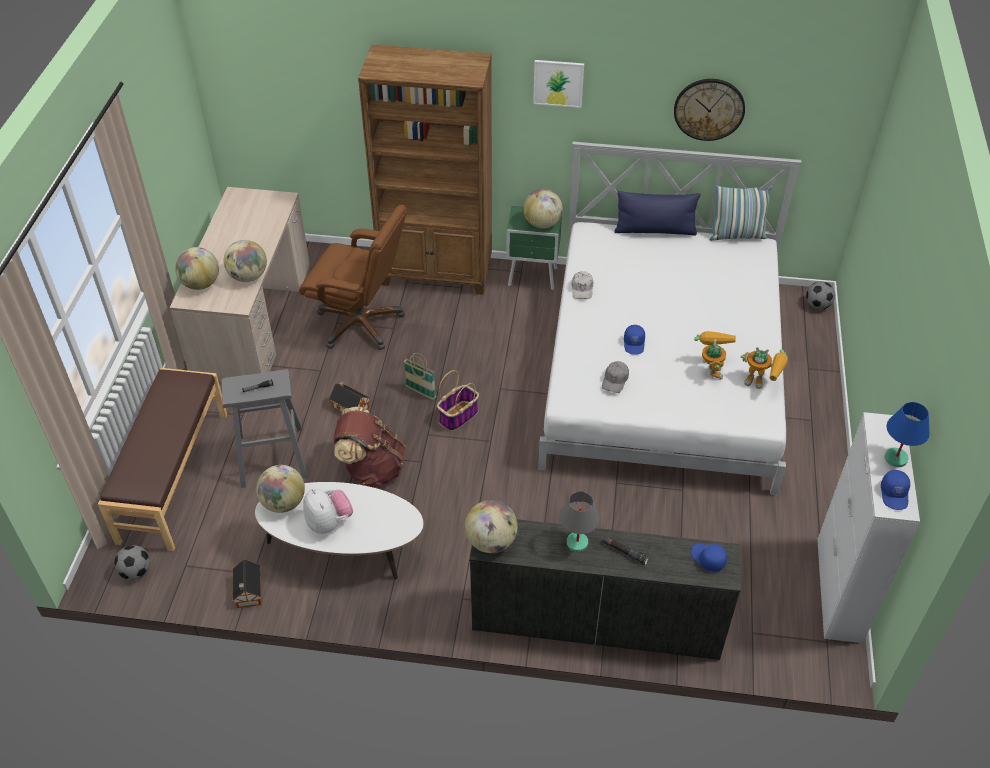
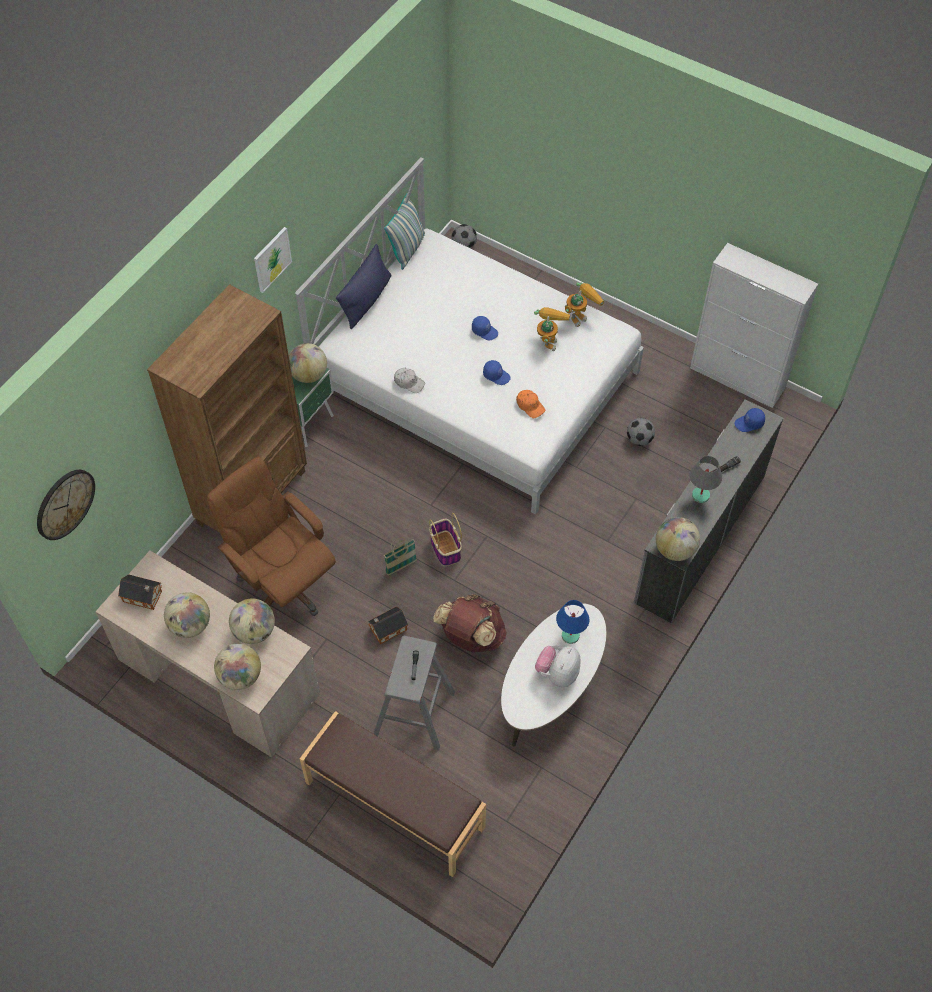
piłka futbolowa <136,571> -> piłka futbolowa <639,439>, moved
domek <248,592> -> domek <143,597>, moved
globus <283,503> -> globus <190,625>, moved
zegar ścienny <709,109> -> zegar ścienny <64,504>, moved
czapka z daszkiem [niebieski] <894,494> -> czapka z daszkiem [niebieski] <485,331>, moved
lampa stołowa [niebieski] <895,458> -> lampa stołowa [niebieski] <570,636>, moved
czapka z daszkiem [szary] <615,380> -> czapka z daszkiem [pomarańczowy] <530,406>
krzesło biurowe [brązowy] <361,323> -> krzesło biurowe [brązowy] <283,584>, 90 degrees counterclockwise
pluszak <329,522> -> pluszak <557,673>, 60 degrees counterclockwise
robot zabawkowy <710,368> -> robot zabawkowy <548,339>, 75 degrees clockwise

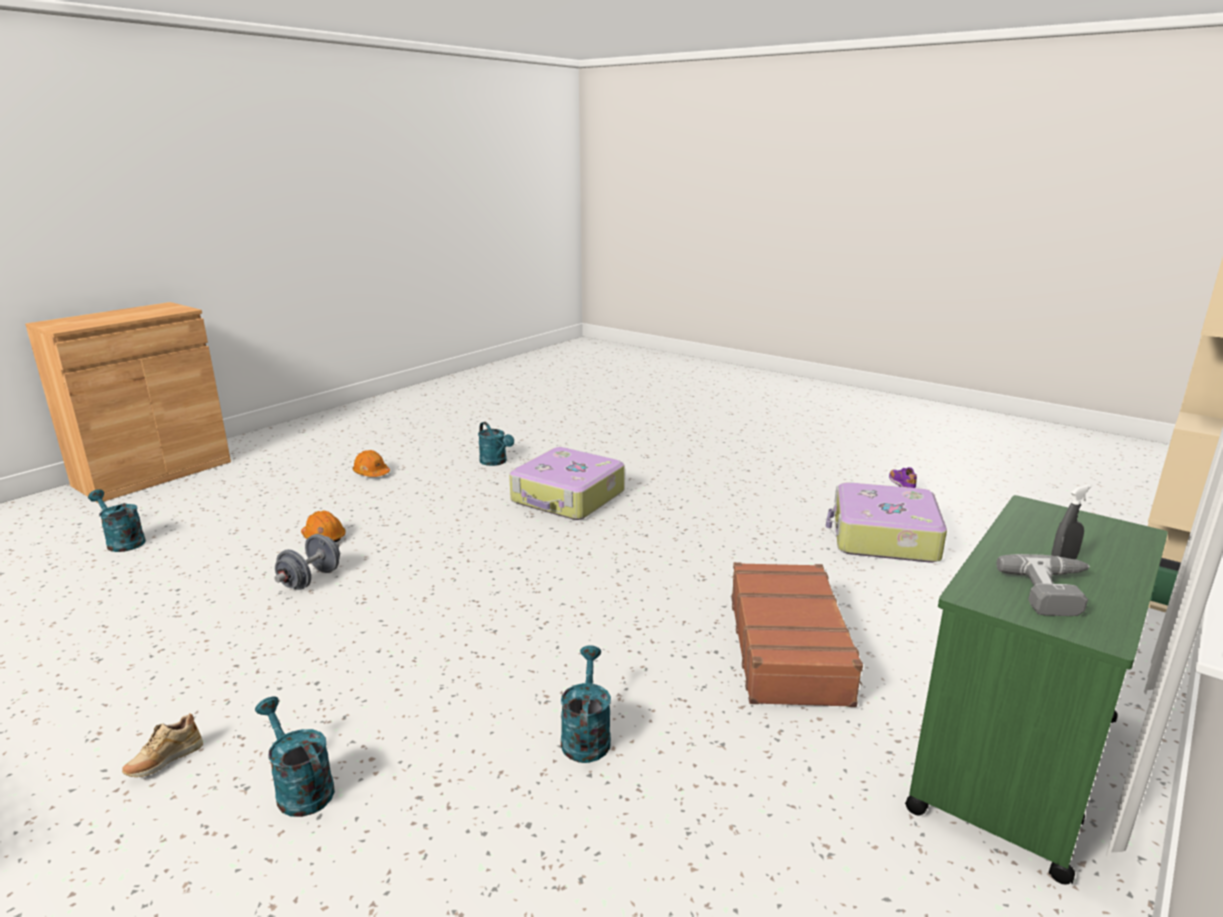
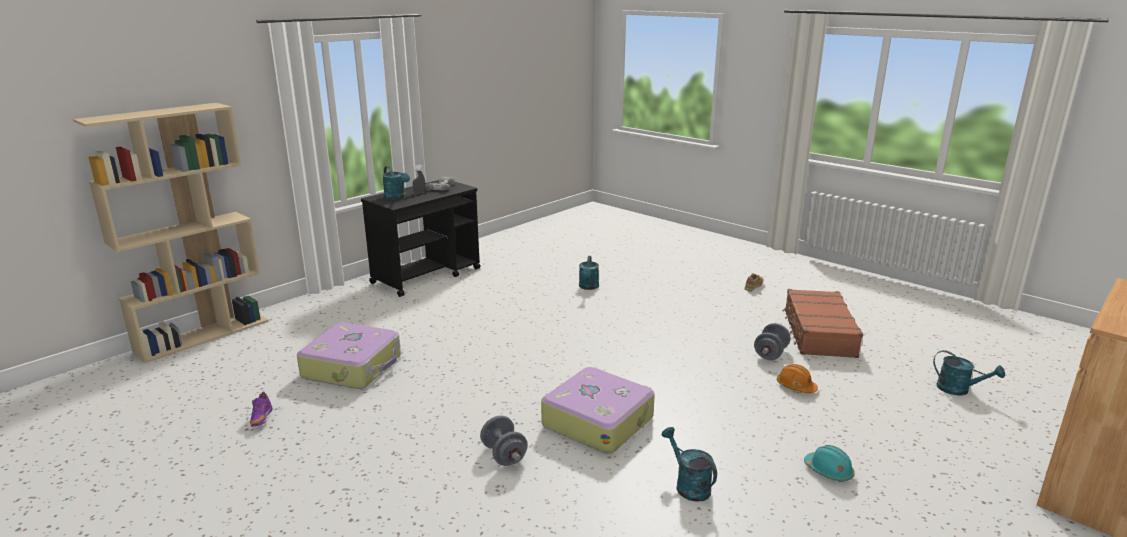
none -> hantel [szary] <504,455>
konewka [turkusowy] <300,788> -> konewka [turkusowy] <397,197>, moved
walizka [brązowy] <789,648> -> walizka [brązowy] <818,333>, moved
kask [pomarańczowy] <371,473> -> kask [turkusowy] <828,471>
wózek [zielony] <1015,763> -> wózek [czarny] <427,275>

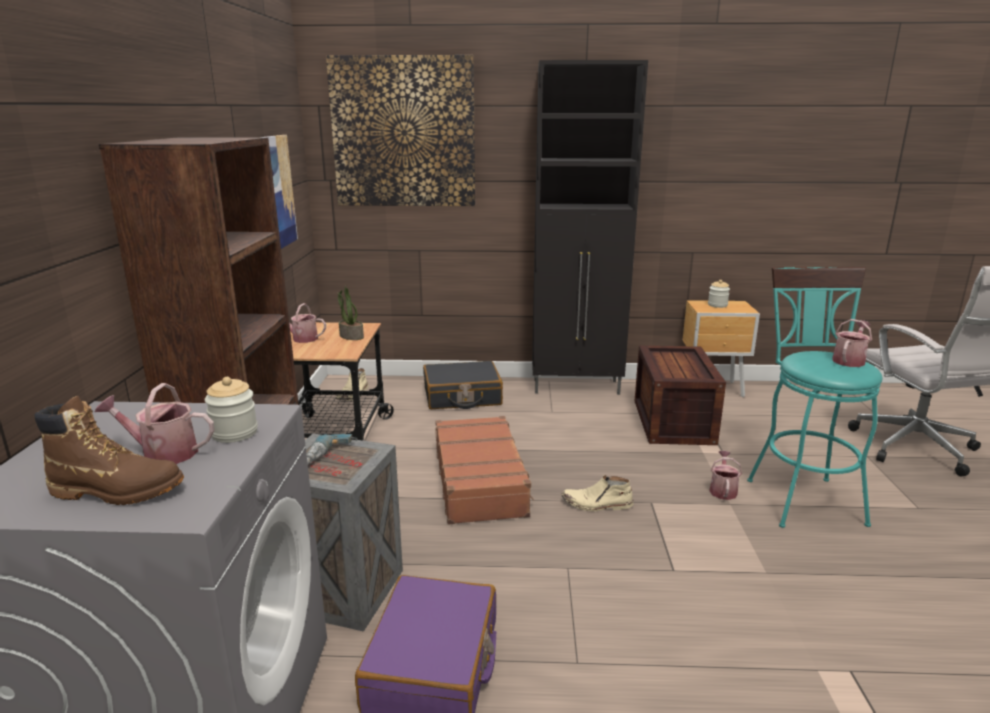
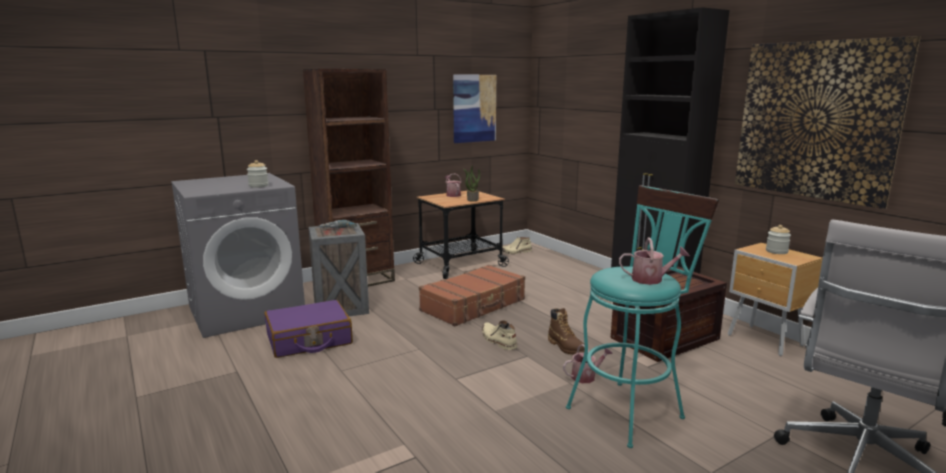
konewka <163,453> -> none
walizka [czarny] <462,397> -> none
but z cholewką [brązowy] <117,491> -> but z cholewką [brązowy] <566,347>, moved
obraz <403,133> -> obraz <816,120>, moved

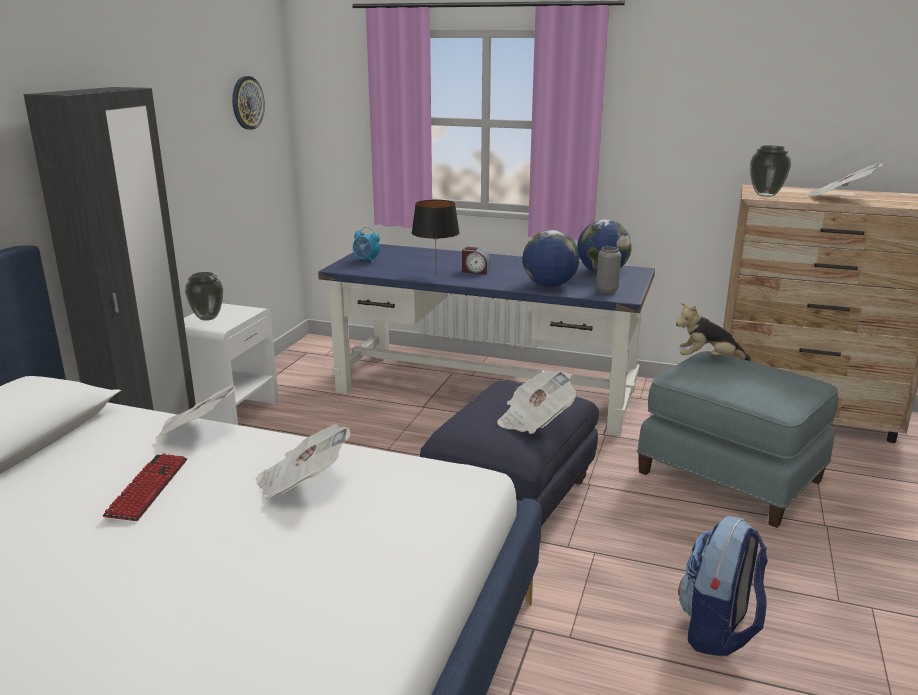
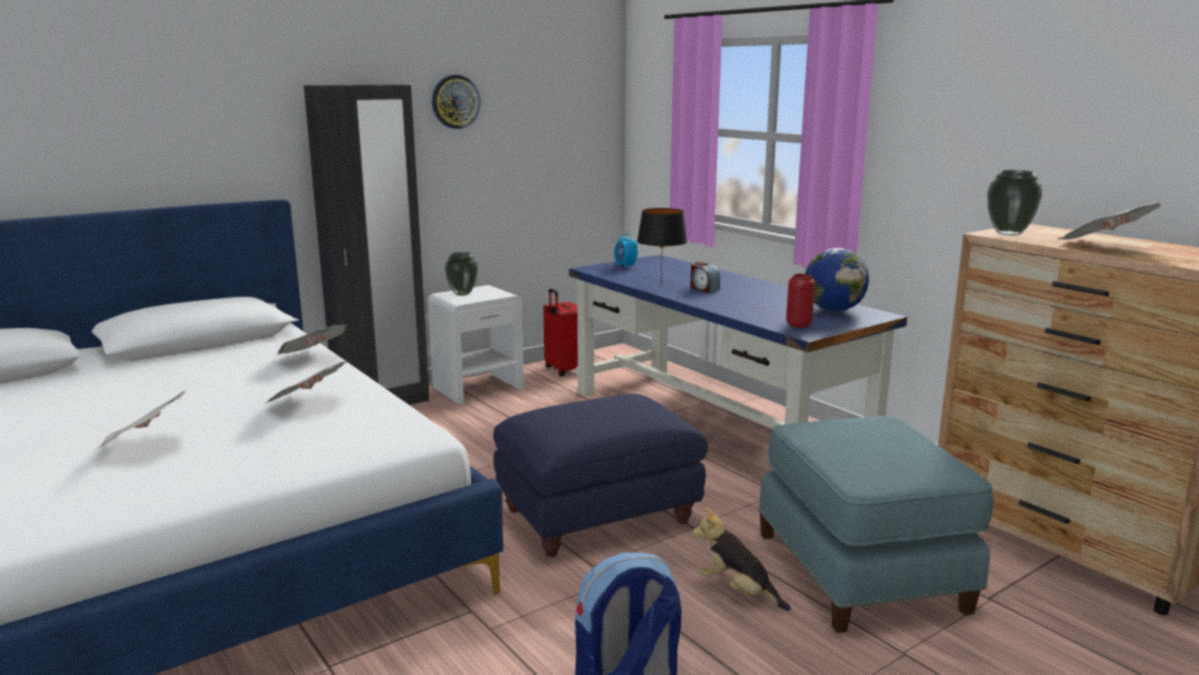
klawiatura <148,488> -> none
globus <549,285> -> none
none -> walizka [czerwony] <563,370>
zegar ścienny <247,103> -> zegar ścienny <455,102>, moved
gazeta <534,420> -> gazeta <143,443>, moved
pluszak <708,360> -> pluszak <738,591>, moved
wazon [szary] <607,291> -> wazon [czerwony] <798,325>

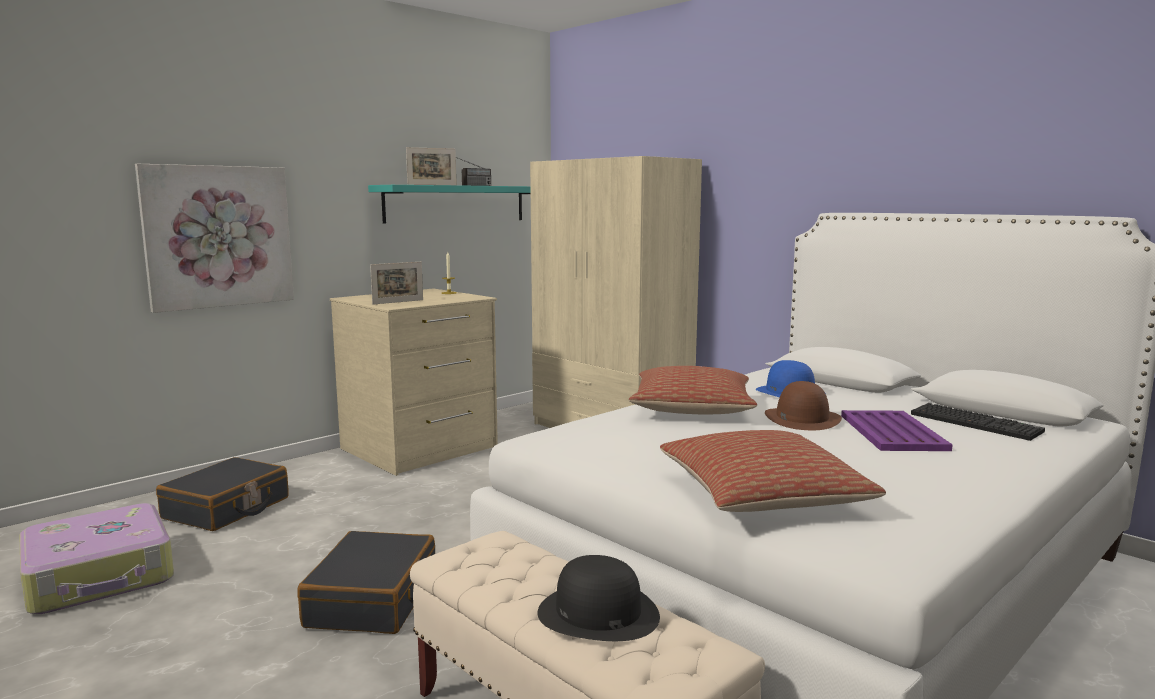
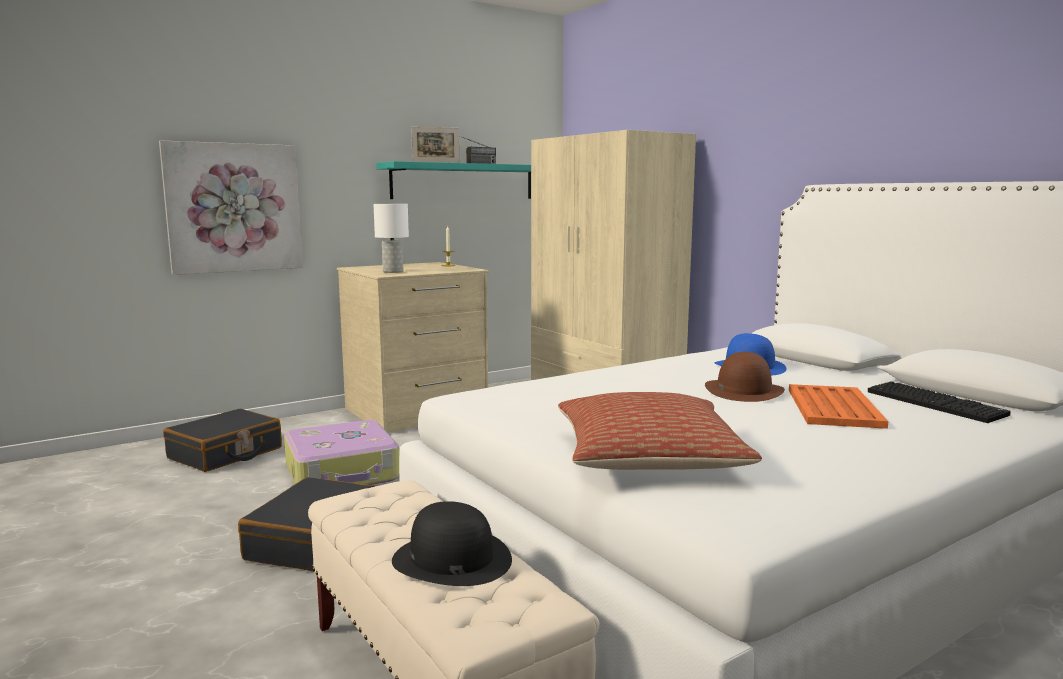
poduszka <692,409> -> none
walizka <101,576> -> walizka <343,473>, moved
ramka na zdjęcie <398,302> -> lampa stołowa [biały] <393,271>
taca [fioletowy] <892,432> -> taca [pomarańczowy] <833,408>

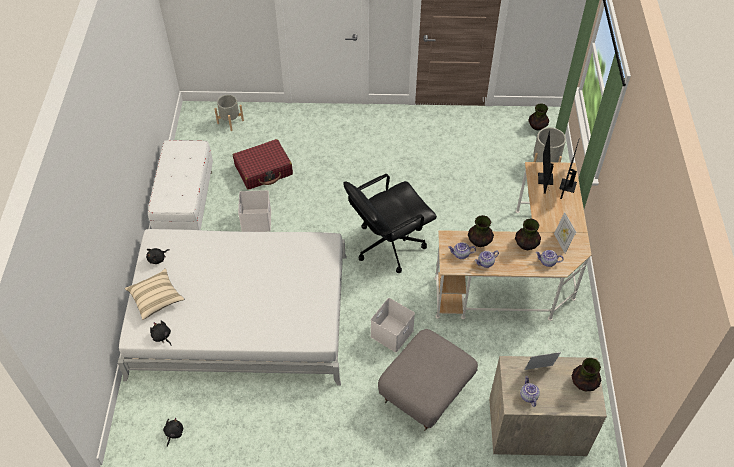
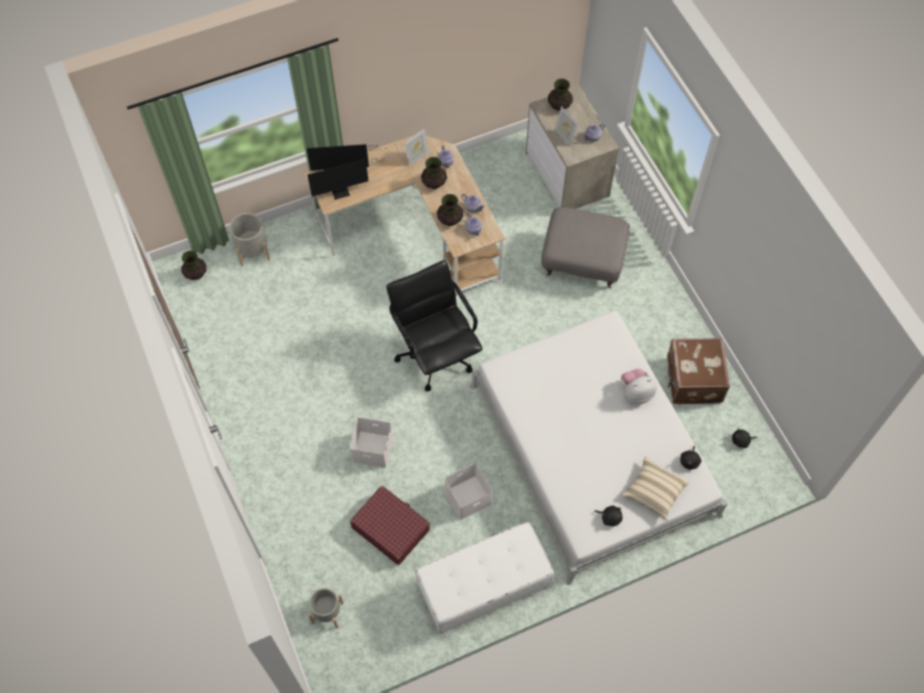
none -> pluszak <635,393>
none -> walizka [brązowy] <692,380>
pojemnik do przechowywania [biały] <391,332> -> pojemnik do przechowywania [biały] <371,450>, moved
krzesło biurowe [czarny] <388,245> -> krzesło biurowe [czarny] <435,354>, 150 degrees counterclockwise

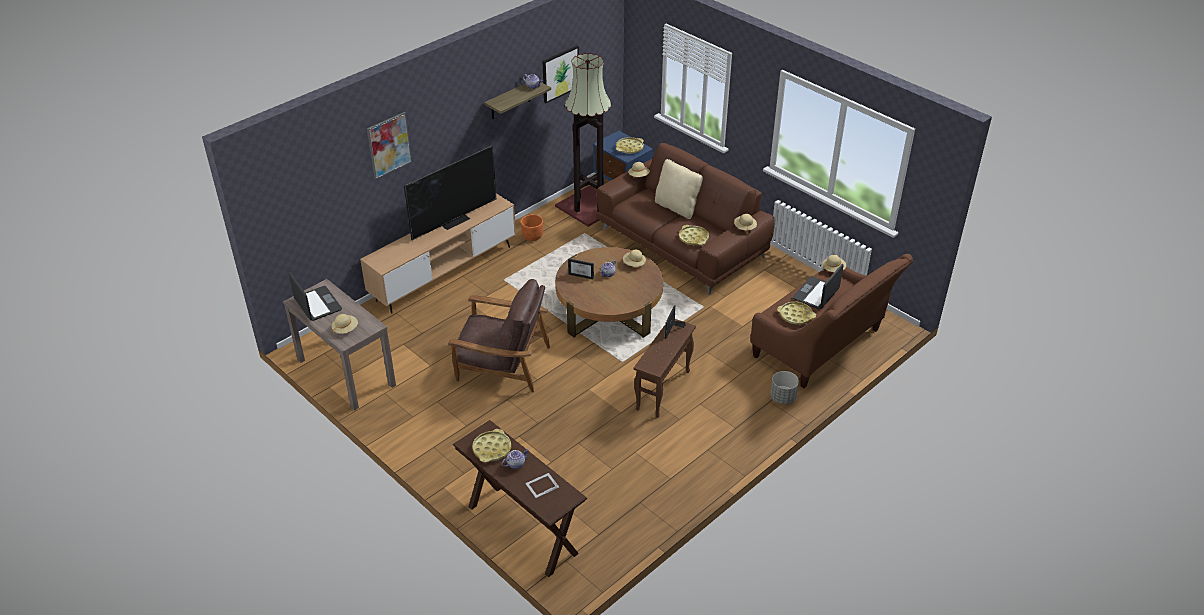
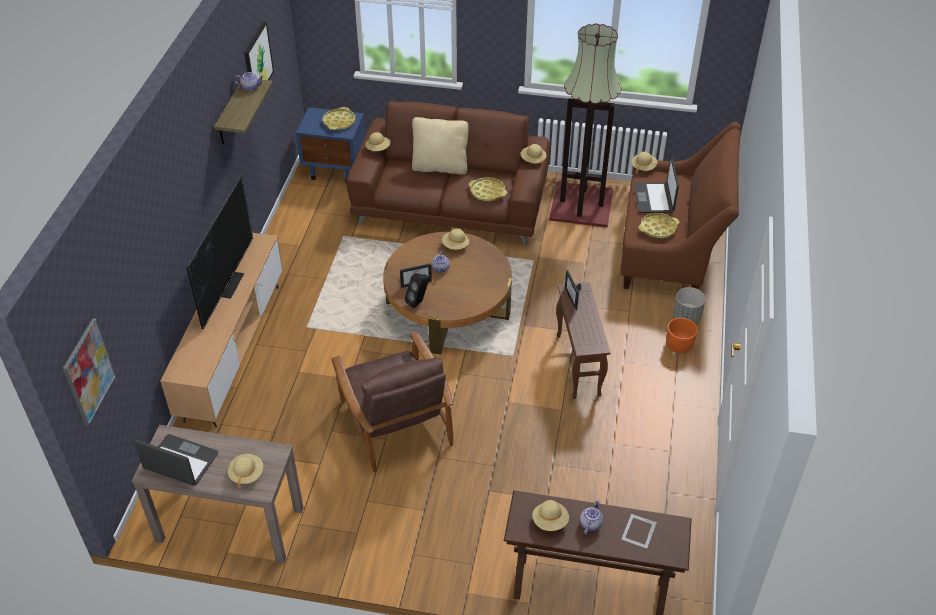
none -> głośnik [czarny] <418,302>
obraz <389,145> -> obraz <88,372>, moved
donica [pomarańczowy] <532,236> -> donica [pomarańczowy] <679,345>, moved
lampa stojąca <590,206> -> lampa stojąca <582,204>, moved
taca [żółty] <492,449> -> kapelusz [beżowy] <550,521>
fotel [brązowy] <501,364> -> fotel [brązowy] <395,421>, 90 degrees clockwise

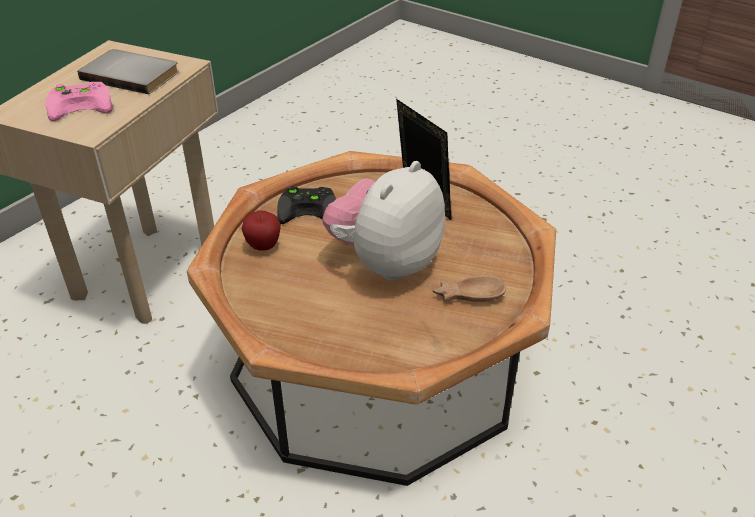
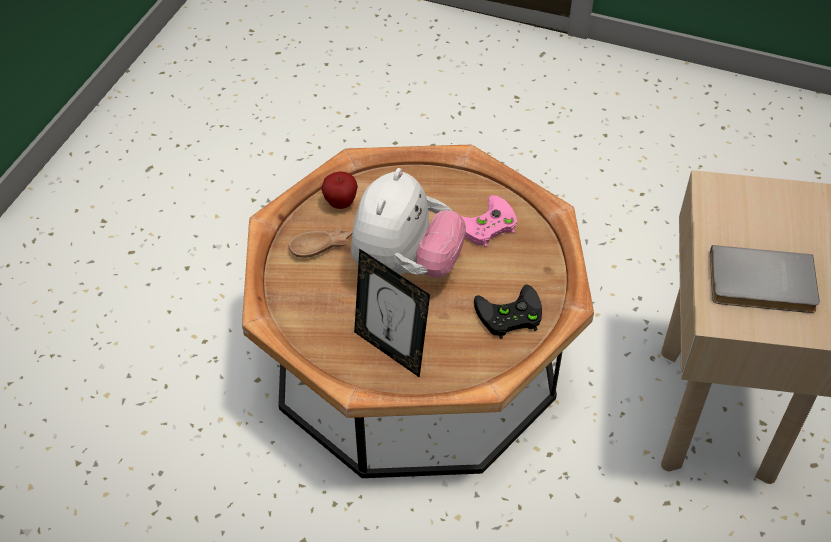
pad do gier [różowy] <82,104> -> pad do gier [różowy] <485,226>, moved
jabłko <263,246> -> jabłko <340,203>, moved

